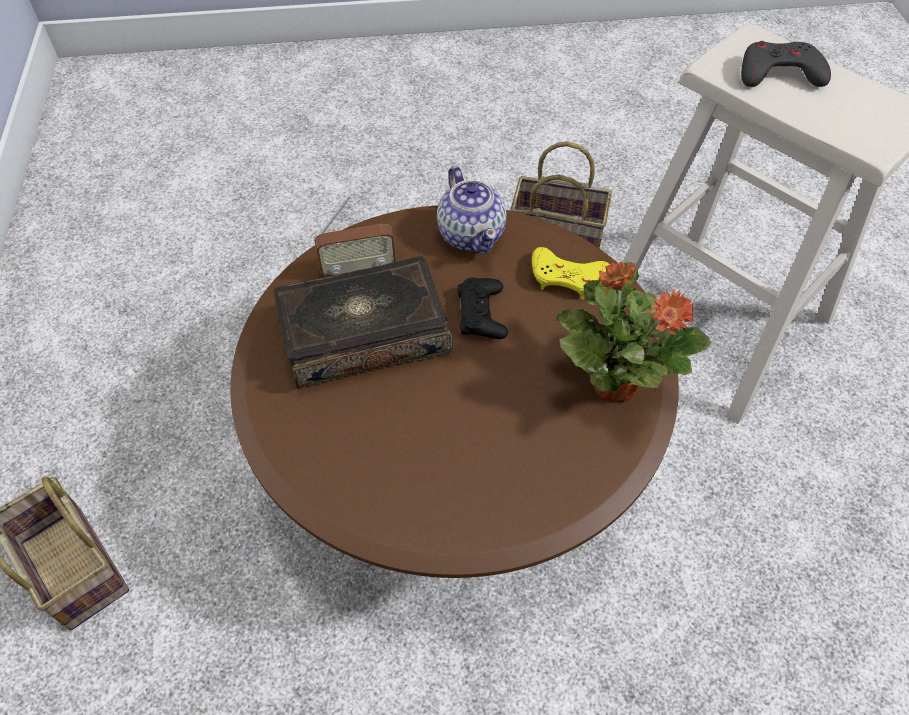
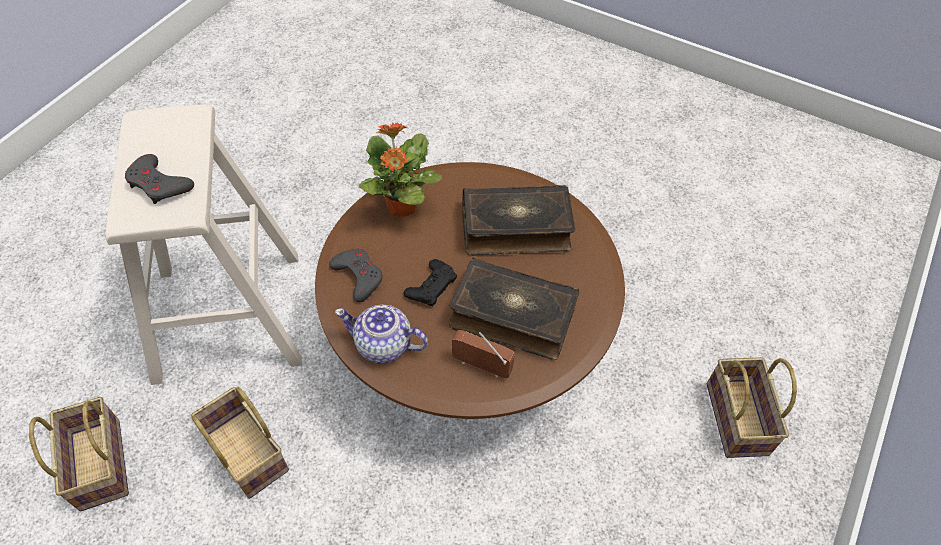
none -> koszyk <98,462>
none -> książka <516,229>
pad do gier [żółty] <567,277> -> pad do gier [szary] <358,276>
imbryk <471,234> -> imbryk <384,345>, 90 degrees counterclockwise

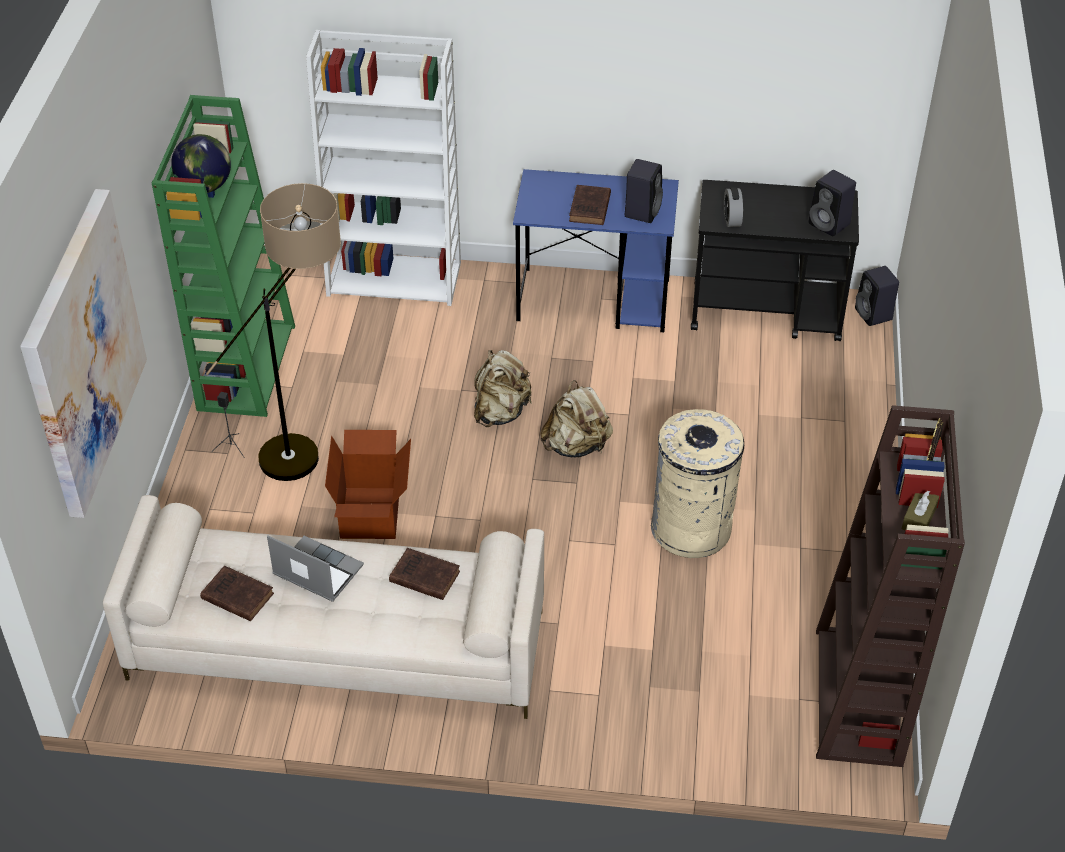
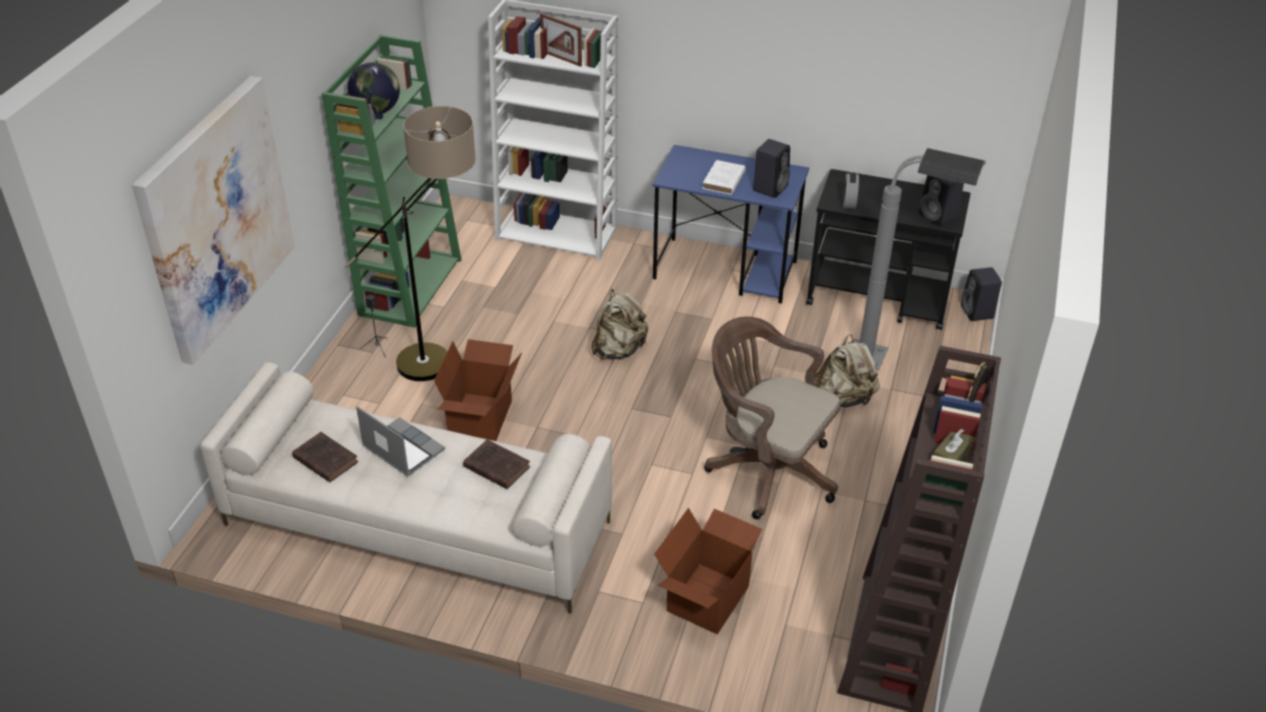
none -> ramka na zdjęcie <561,58>
none -> karton <706,598>
none -> lampa stojąca [szary] <891,363>
plecak [beżowy] <576,446> -> plecak [beżowy] <844,398>, moved
kosz na śmieci [beżowy] <691,528> -> krzesło biurowe [brązowy] <766,469>
książka [brązowy] <589,209> -> książka [biały] <723,181>

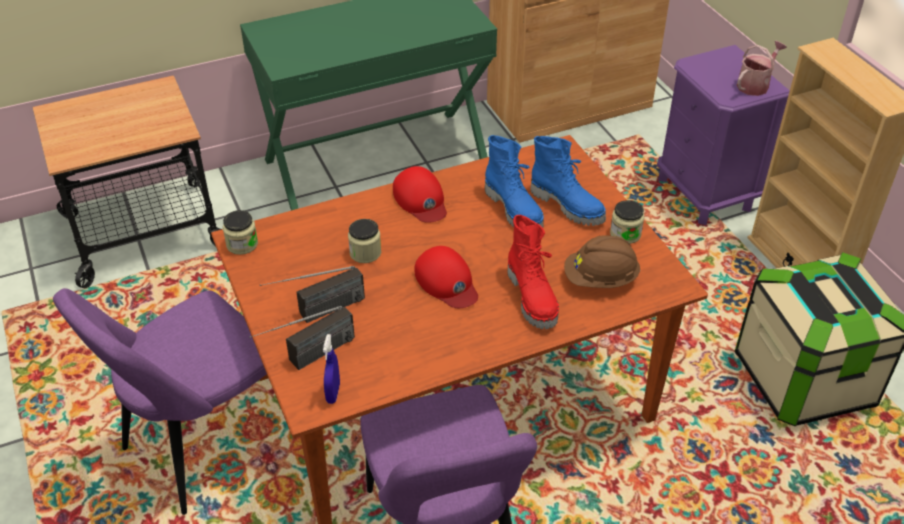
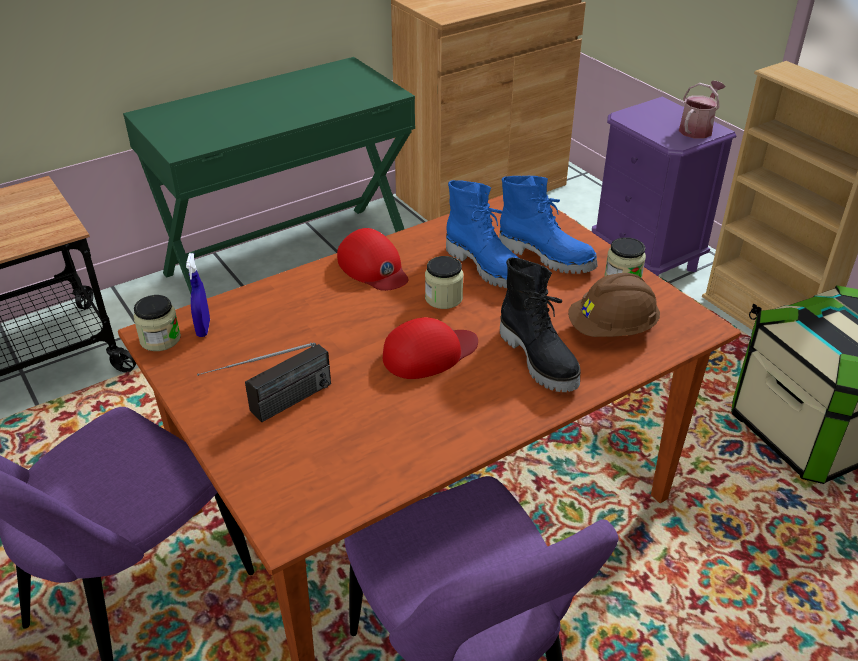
radio <308,359> -> none
spryskiwacz [niebieski] <333,393> -> spryskiwacz [niebieski] <203,328>, moved
słoik <365,253> -> słoik <443,298>, moved
but z cholewką [czerwony] <533,298> -> but z cholewką [czarny] <540,359>
czapka z daszkiem [czerwony] <447,282> -> czapka z daszkiem [czerwony] <429,353>, 75 degrees counterclockwise

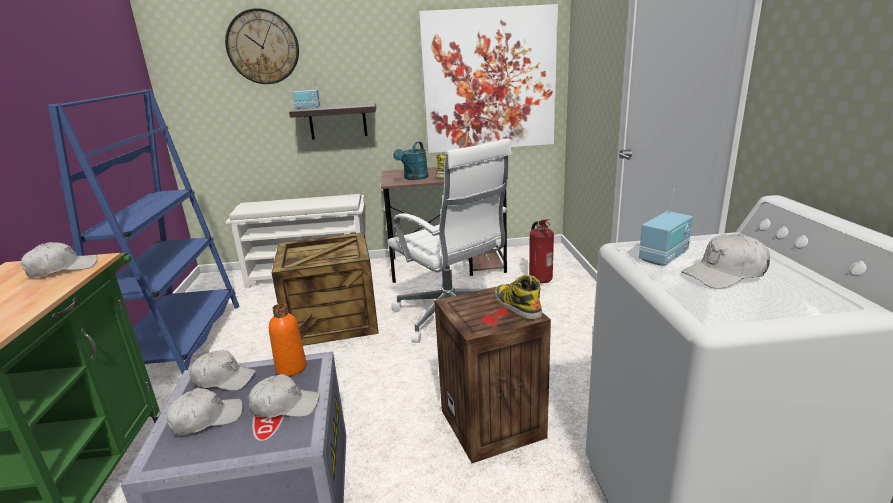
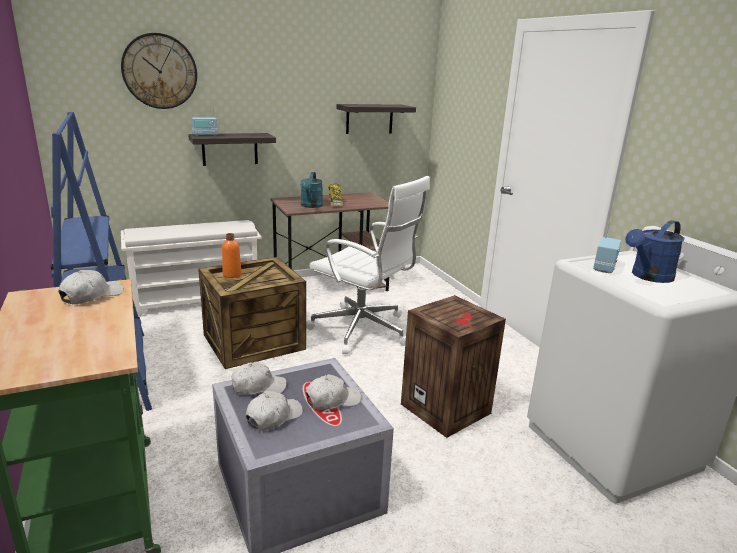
but z cholewką <516,305> -> none
gaśnica <540,279> -> none
butelka [pomarańczowy] <291,368> -> butelka [pomarańczowy] <232,275>, moved
obraz <489,81> -> półka <369,119>
czapka z daszkiem [biały] <725,274> -> konewka [niebieski] <648,277>

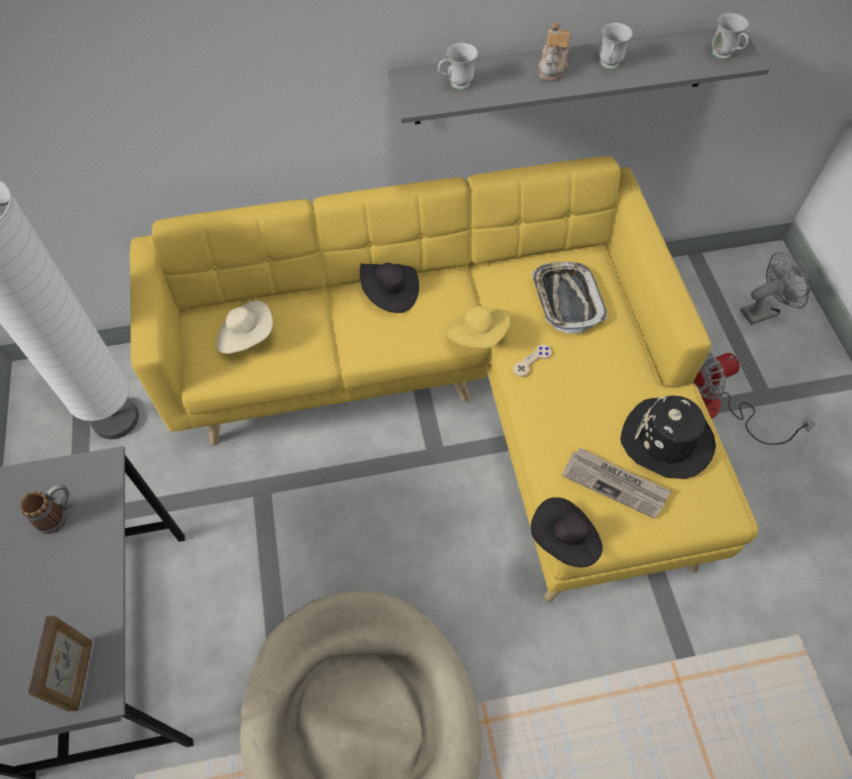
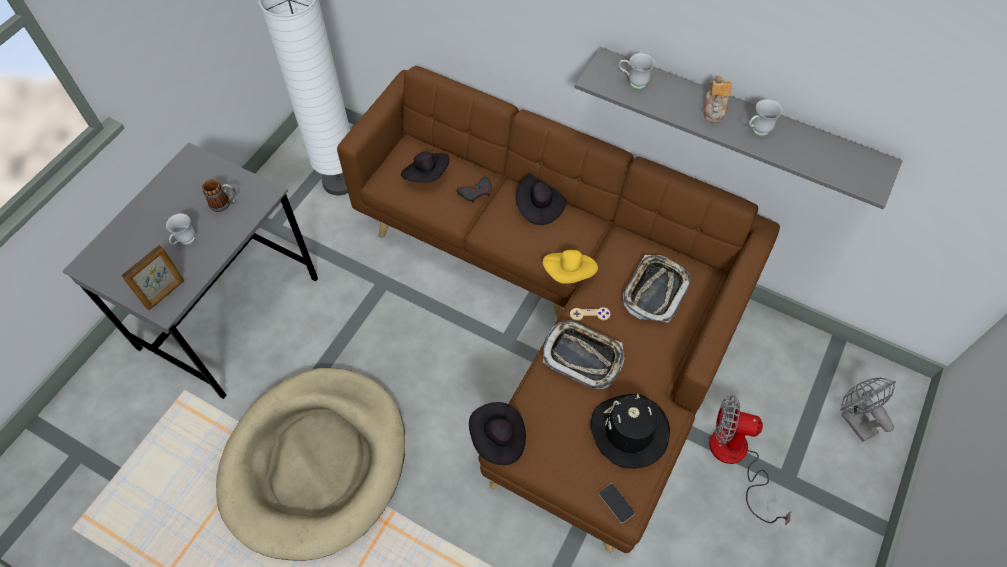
gazeta <615,483> -> none
none -> pad do gier [szary] <476,192>
none -> taca <582,356>
none -> telefon <616,503>
kubek [biały] <725,57> -> kubek [biały] <185,242>, moved
kanapa [żółty] <465,401> -> kanapa [brązowy] <558,321>
kapelusz [beżowy] <247,337> -> kapelusz [czarny] <427,175>
imbryk <553,67> -> imbryk <715,109>, 45 degrees counterclockwise
wentylator [szary] <763,311> -> wentylator [szary] <854,419>, 135 degrees counterclockwise

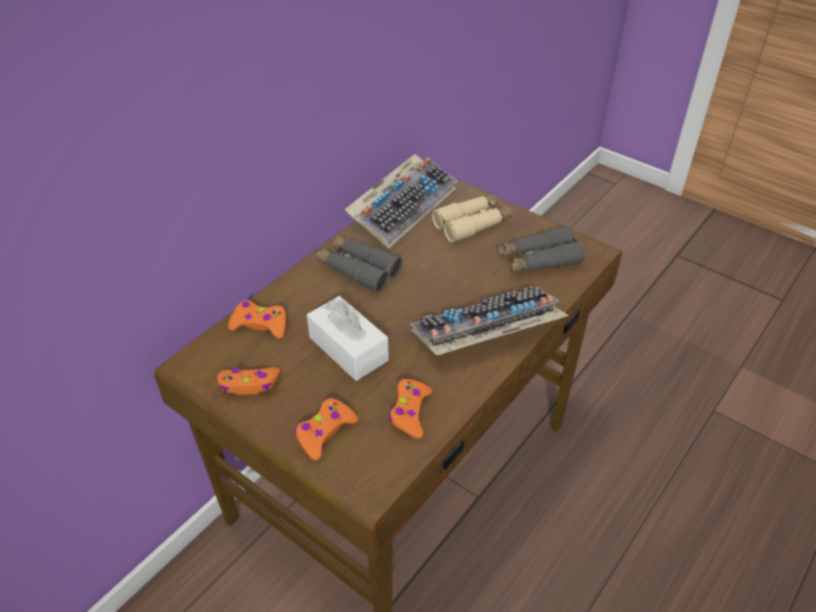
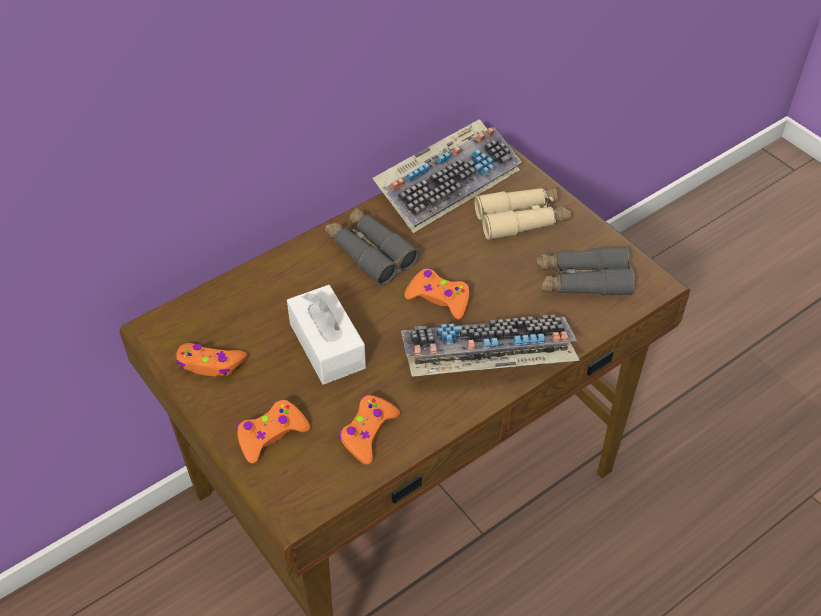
pad do gier [pomarańczowy] <260,324> -> pad do gier [pomarańczowy] <439,298>, moved

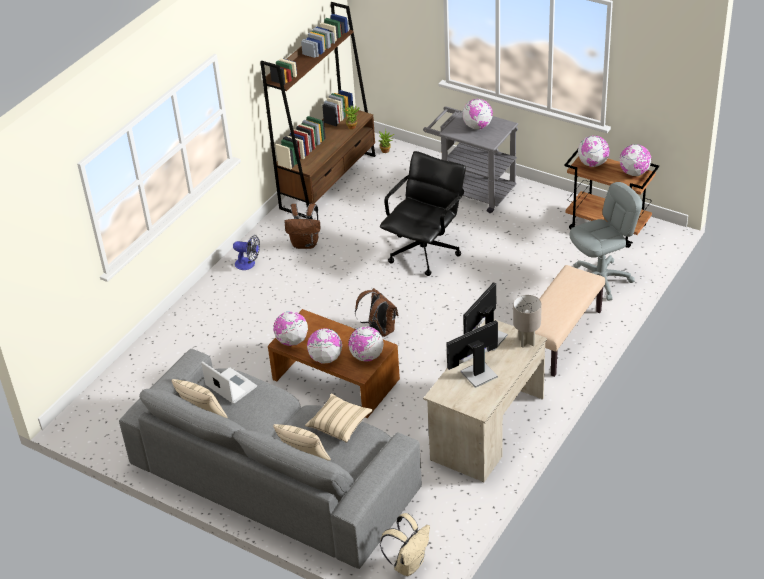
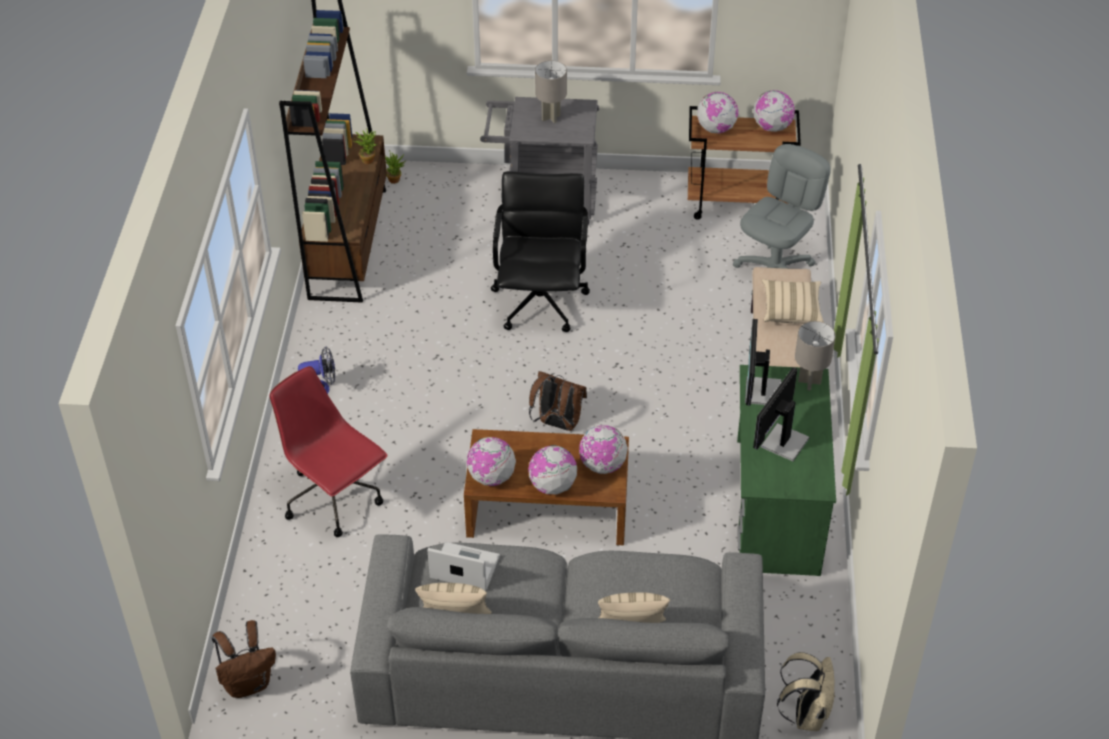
none -> krzesło biurowe [czerwony] <335,499>
plecak [brązowy] <306,244> -> plecak [brązowy] <248,683>, moved
poduszka [beżowy] <339,425> -> poduszka [beżowy] <791,310>, moved
globus <477,126> -> lampa stołowa [szary] <551,117>
biurko [beżowy] <487,429> -> biurko [zielony] <777,506>

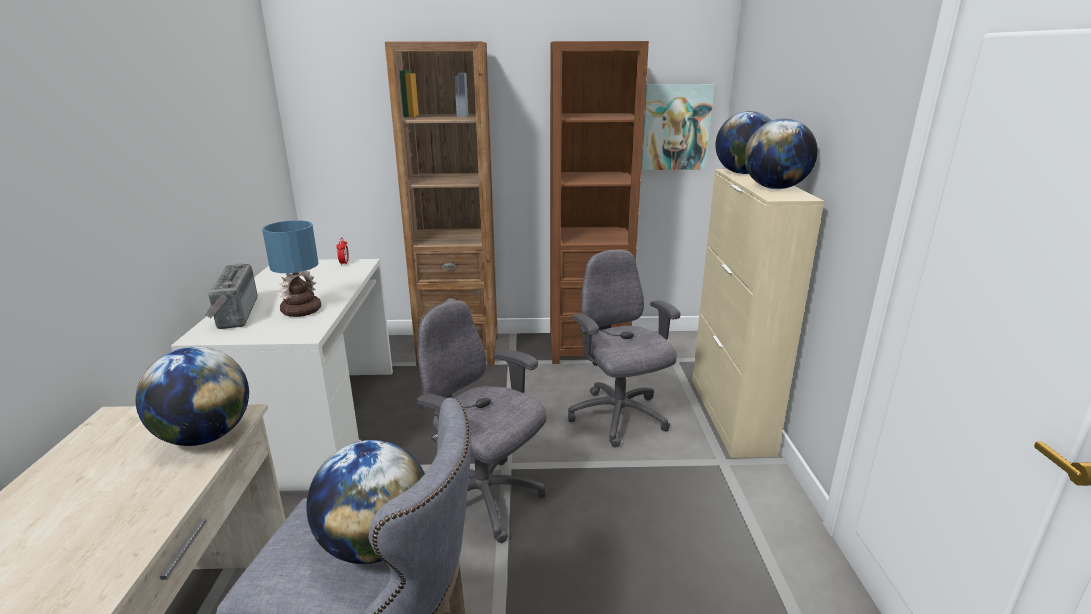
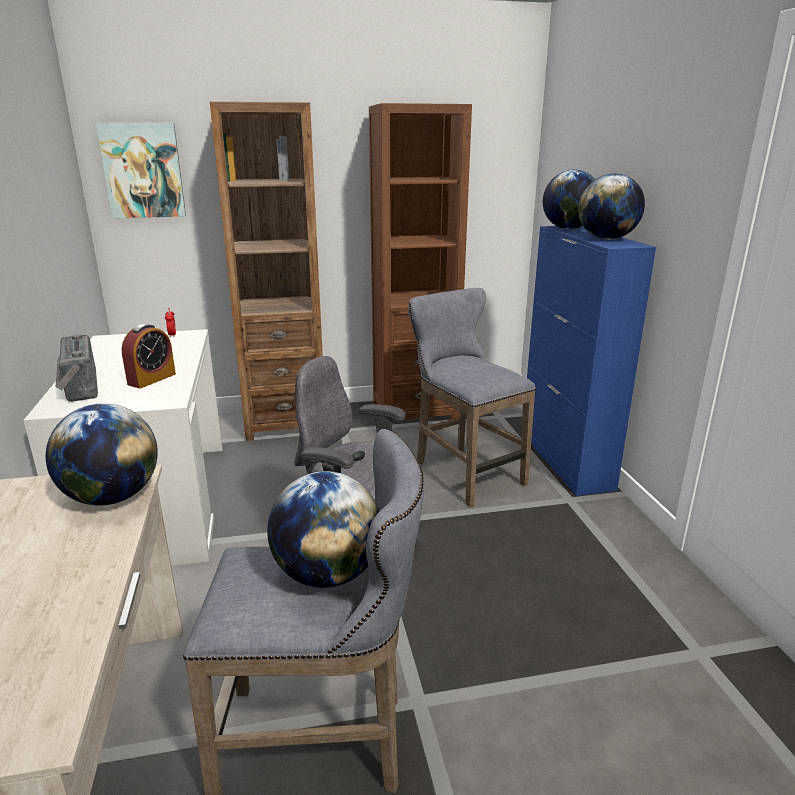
obraz <676,127> -> obraz <143,170>, moved
lampa stołowa <302,310> -> budzik <152,379>
krzesło biurowe [szary] <618,418> -> stołek [szary] <463,471>
szafka [beżowy] <730,415> -> szafka [niebieski] <565,460>

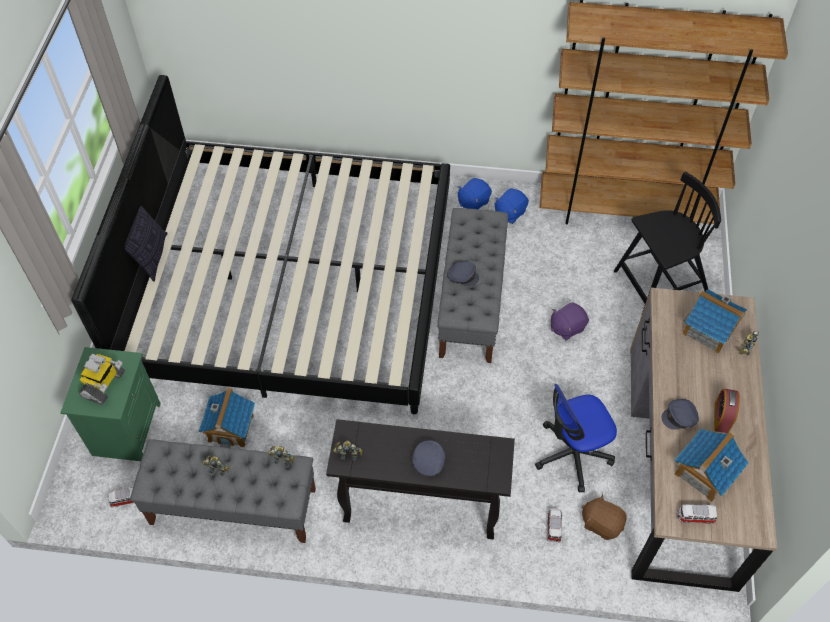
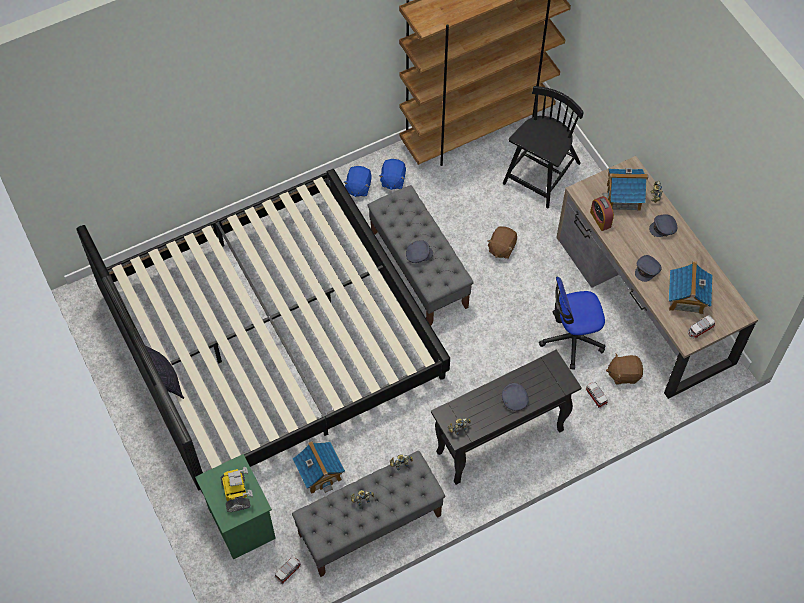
none -> czapka z daszkiem [szary] <663,228>
budzik <721,417> -> budzik <600,219>, moved
pluszak [fioletowy] <567,327> -> pluszak [brązowy] <501,248>
krzesło biurowe <572,454> -> krzesło biurowe <571,339>, 45 degrees clockwise

